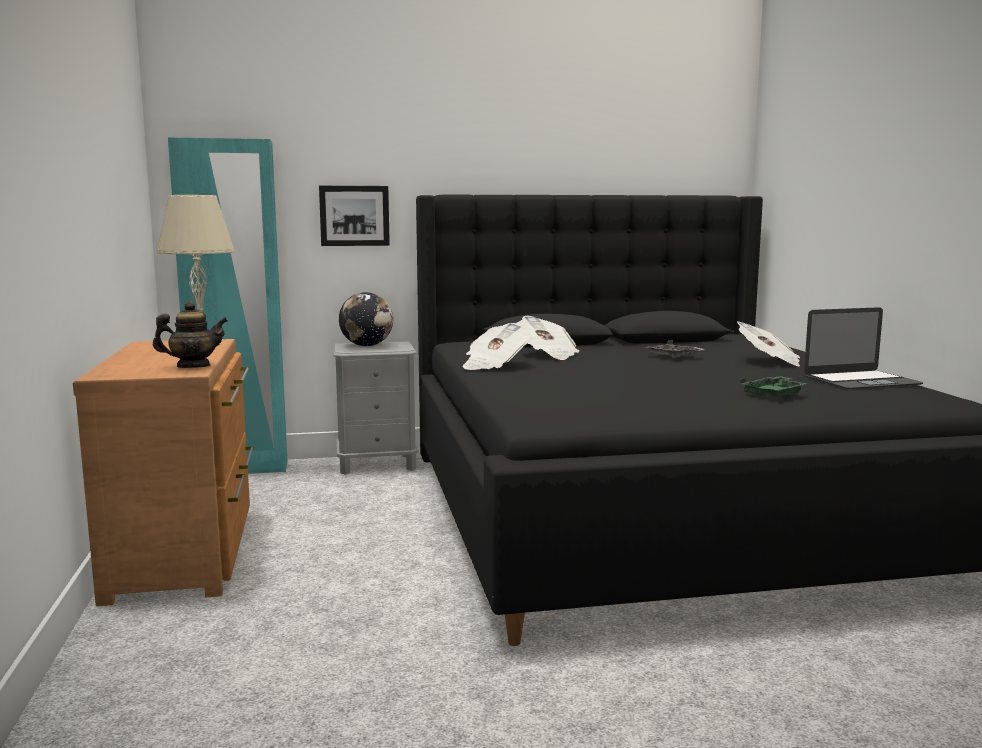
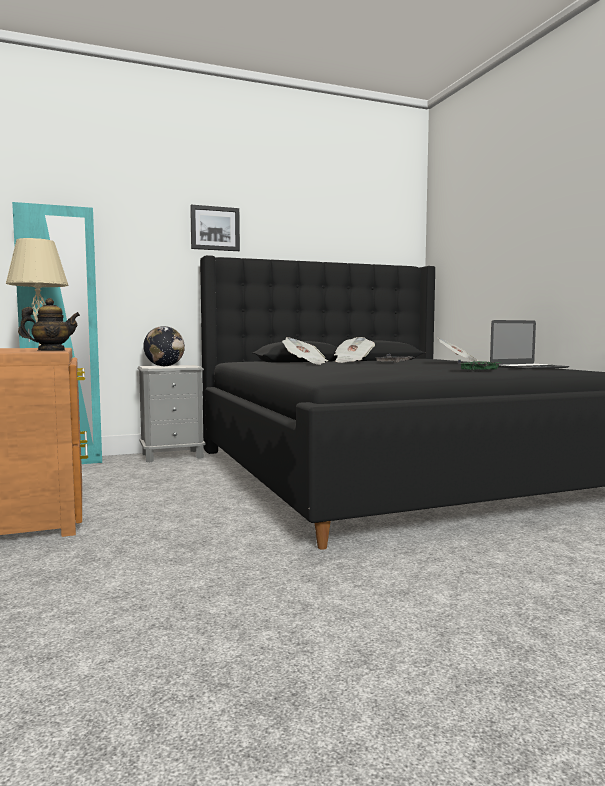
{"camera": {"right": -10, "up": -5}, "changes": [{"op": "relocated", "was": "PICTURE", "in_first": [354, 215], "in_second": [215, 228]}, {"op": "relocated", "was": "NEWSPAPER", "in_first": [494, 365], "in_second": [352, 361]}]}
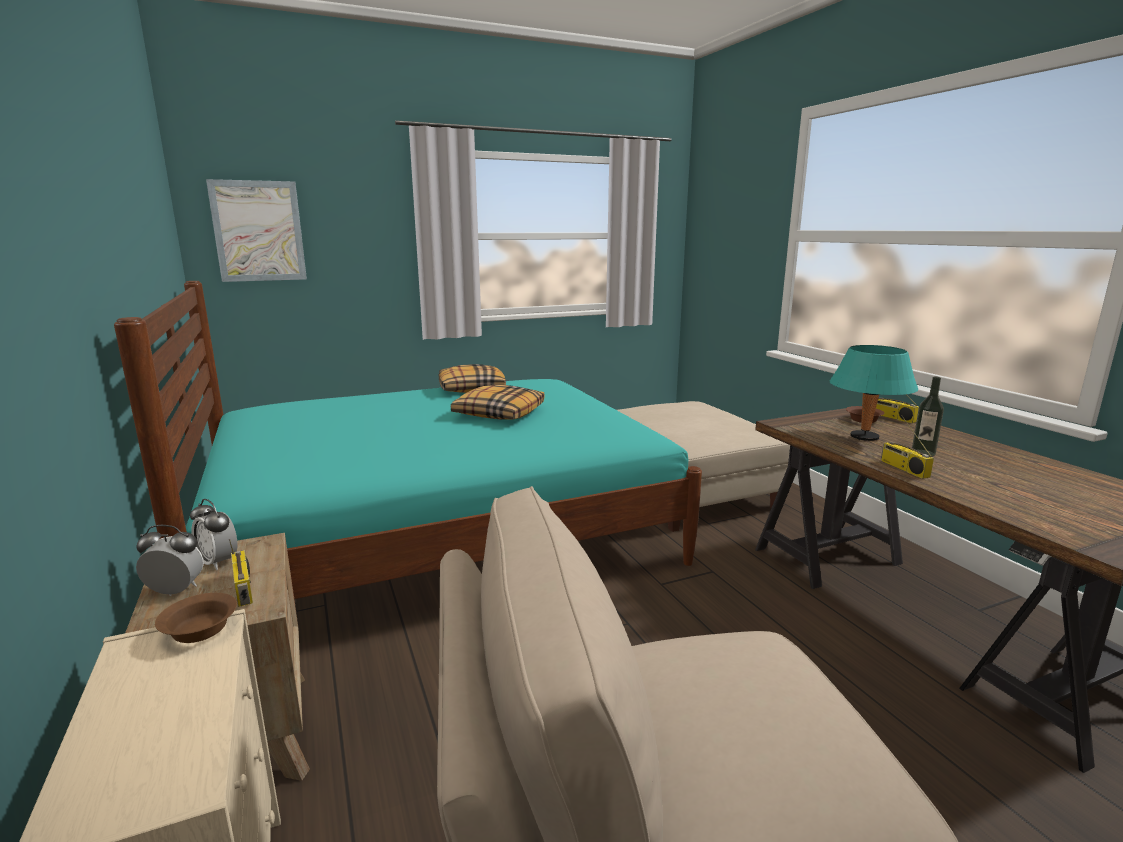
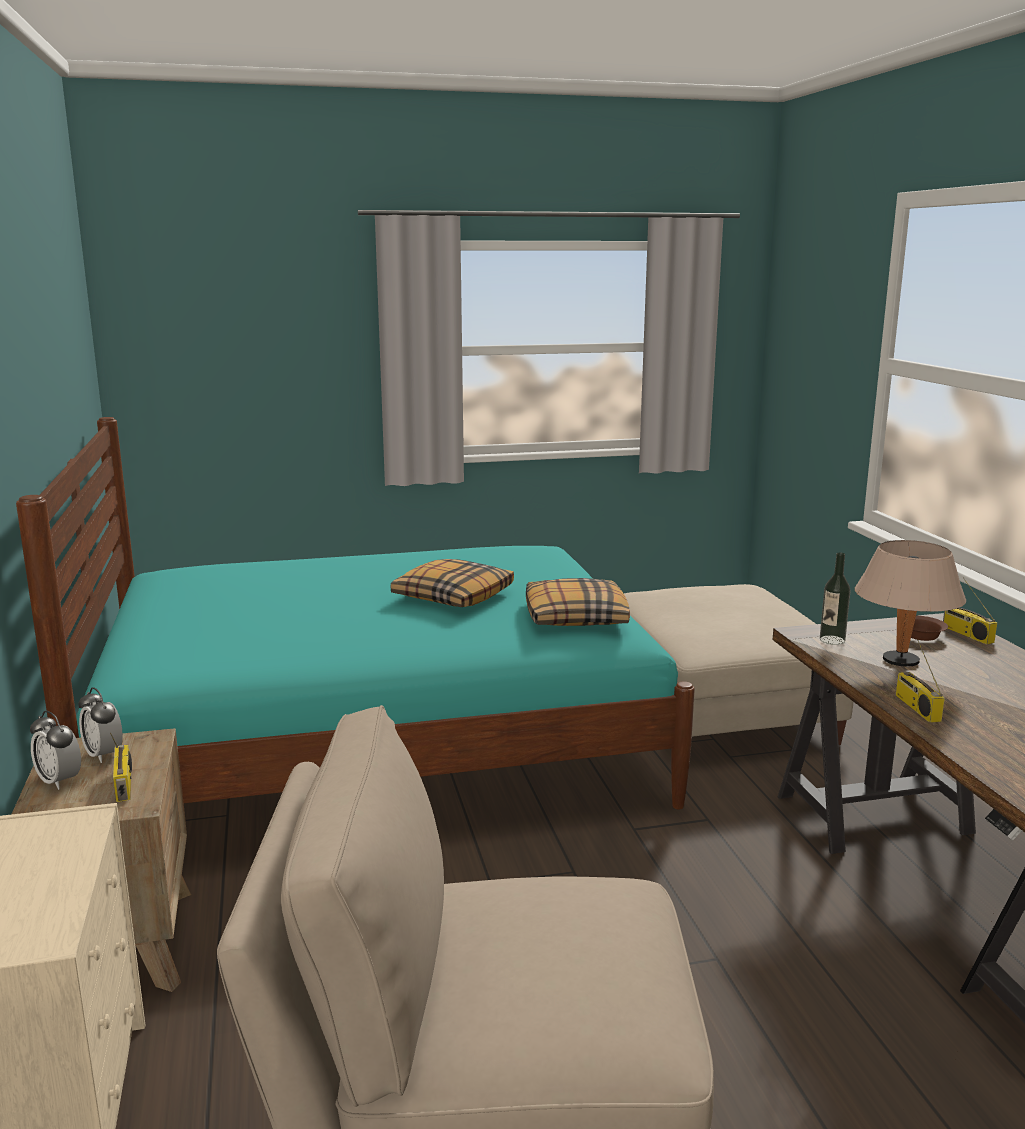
{"camera": {"right": 10, "up": 0}, "changes": [{"op": "spun", "was": "ALARM CLOCK", "in_first": [175, 591], "in_second": [59, 781], "clockwise": -150}, {"op": "relocated", "was": "PILLOW", "in_first": [471, 388], "in_second": [574, 617]}, {"op": "relocated", "was": "BOTTLE", "in_first": [923, 453], "in_second": [832, 640]}, {"op": "colour", "was": "TURQUOISE TABLE LAMP", "now": "BEIGE TABLE LAMP", "in_first": [864, 437], "in_second": [900, 661]}, {"op": "missing", "was": "BROWN BOWL", "in_first": [201, 631]}, {"op": "missing", "was": "PICTURE", "in_first": [258, 231]}]}
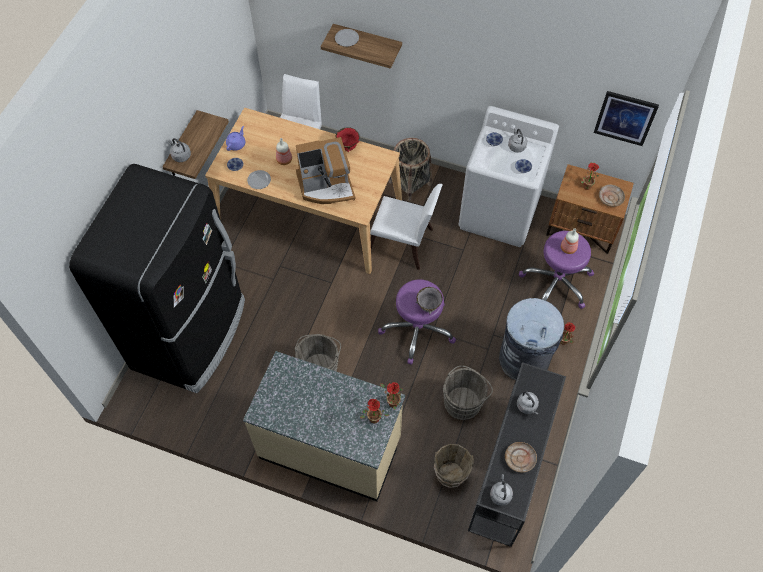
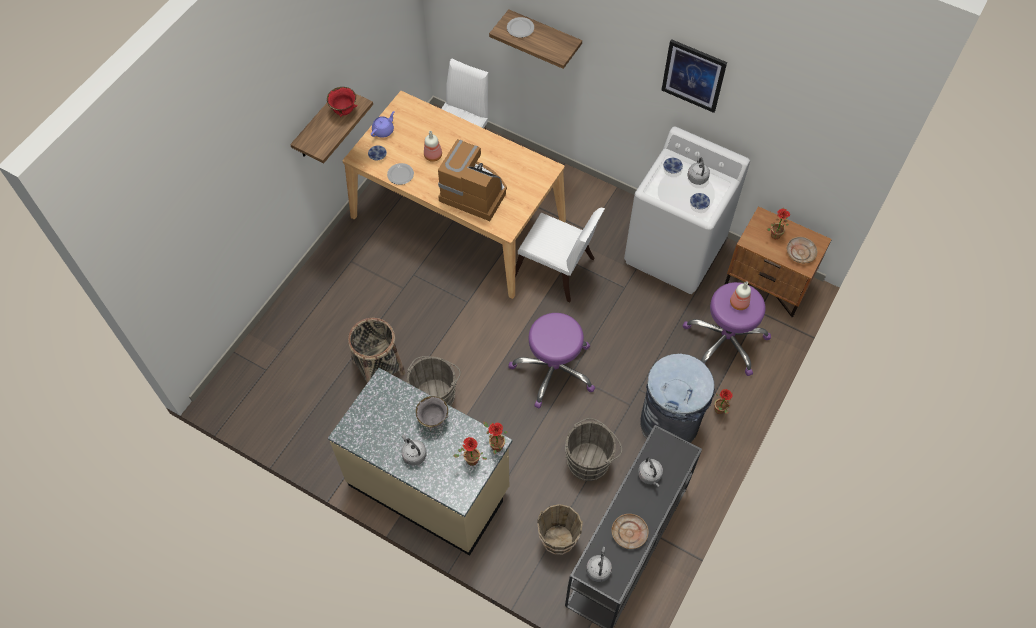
{"camera": {"right": 10, "up": 0}, "changes": [{"op": "relocated", "was": "RED BOWL", "in_first": [347, 147], "in_second": [344, 111]}, {"op": "relocated", "was": "BASKET", "in_first": [410, 183], "in_second": [378, 367]}, {"op": "relocated", "was": "GREY KETTLE", "in_first": [180, 155], "in_second": [413, 454]}, {"op": "relocated", "was": "GREY BOWL", "in_first": [428, 306], "in_second": [433, 420]}, {"op": "spun", "was": "COFFEE MACHINE", "in_first": [326, 186], "in_second": [474, 192], "clockwise": -150}, {"op": "relocated", "was": "PICTURE", "in_first": [625, 118], "in_second": [693, 75]}, {"op": "missing", "was": "BLACK FRIDGE", "in_first": [191, 334]}]}
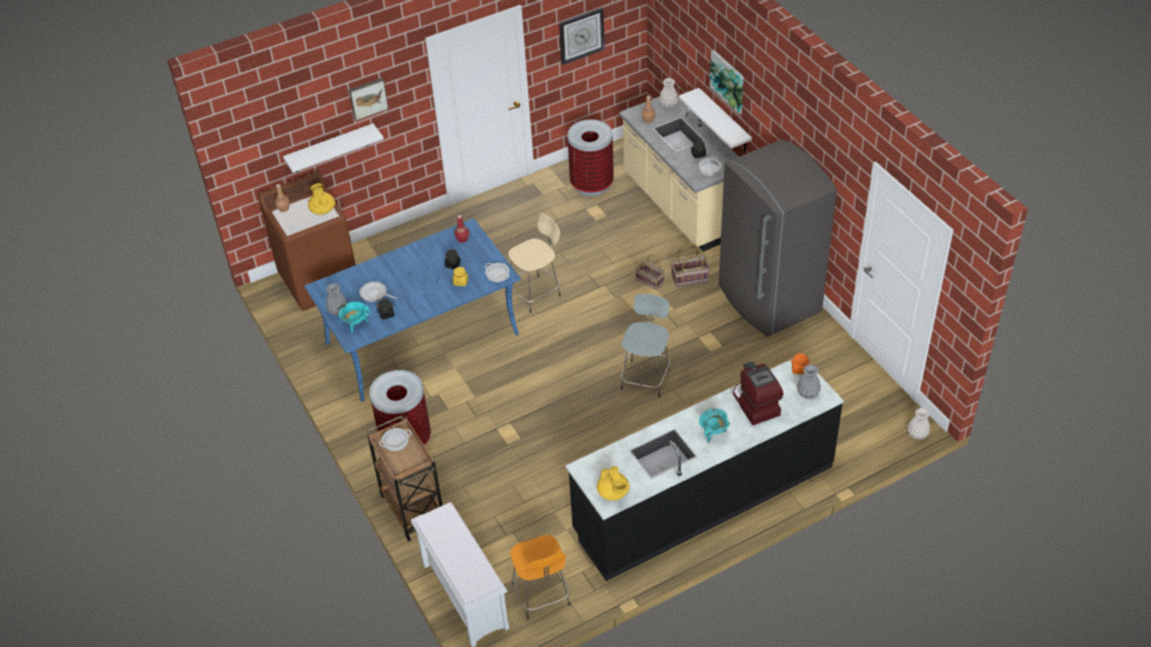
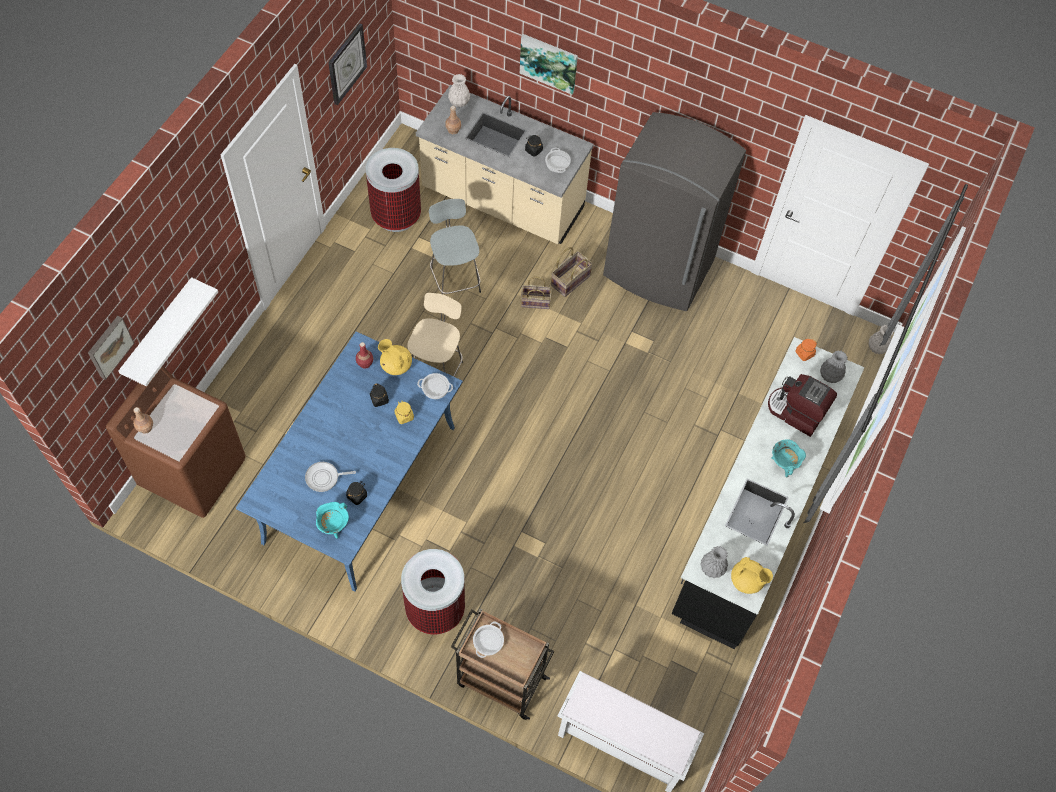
{"camera": {"right": -40, "up": 15}, "changes": [{"op": "relocated", "was": "PICTURE", "in_first": [368, 98], "in_second": [109, 346]}, {"op": "relocated", "was": "YELLOW TEAPOT", "in_first": [322, 210], "in_second": [396, 365]}, {"op": "relocated", "was": "GREY STOOL", "in_first": [646, 377], "in_second": [455, 279]}, {"op": "relocated", "was": "GREY VASE", "in_first": [338, 310], "in_second": [711, 568]}, {"op": "missing", "was": "ORANGE STOOL", "in_first": [542, 596]}, {"op": "missing", "was": "WHITE SHELF", "in_first": [724, 121]}]}
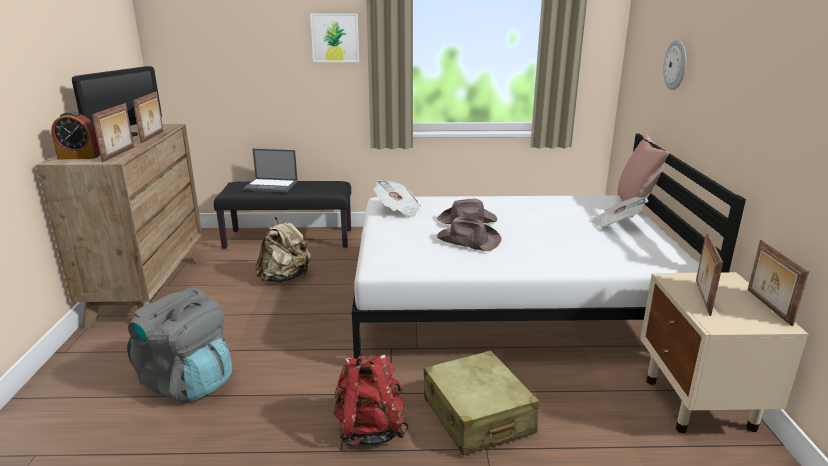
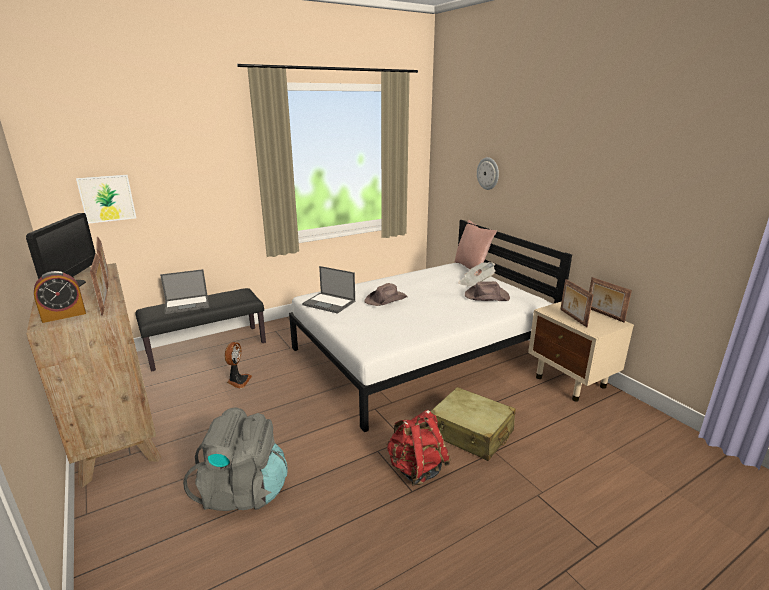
{"camera": {"right": -30, "up": 0}, "changes": [{"op": "relocated", "was": "PICTURE", "in_first": [335, 38], "in_second": [107, 198]}, {"op": "exchanged", "was": "BEIGE BACKPACK", "now": "FAN", "in_first": [285, 278], "in_second": [238, 381]}, {"op": "exchanged", "was": "NEWSPAPER", "now": "LAPTOP", "in_first": [398, 210], "in_second": [329, 303]}, {"op": "relocated", "was": "BROWN HAT", "in_first": [468, 240], "in_second": [486, 296]}]}
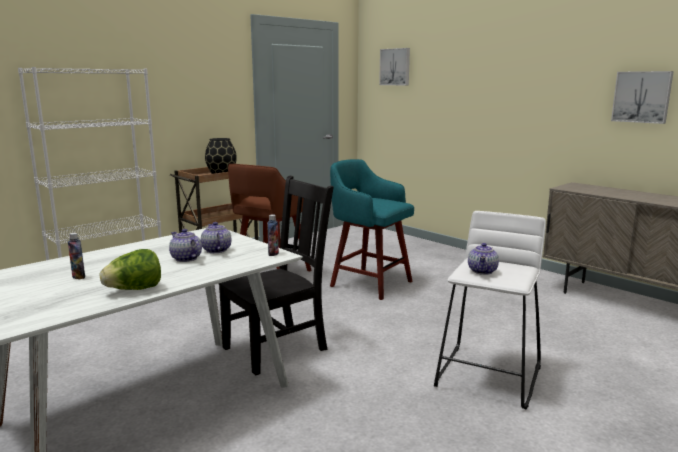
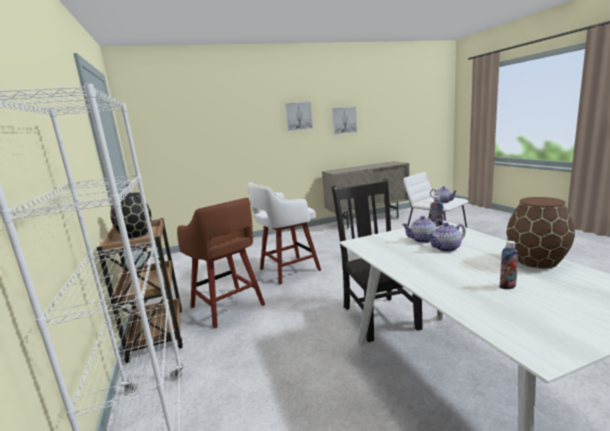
{"camera": {"right": -65, "up": 0}, "changes": [{"op": "colour", "was": "TURQUOISE STOOL", "now": "WHITE STOOL", "in_first": [369, 283], "in_second": [287, 270]}, {"op": "relocated", "was": "PICTURE", "in_first": [395, 67], "in_second": [298, 116]}, {"op": "exchanged", "was": "LETTUCE", "now": "BROWN VASE", "in_first": [135, 289], "in_second": [536, 261]}]}
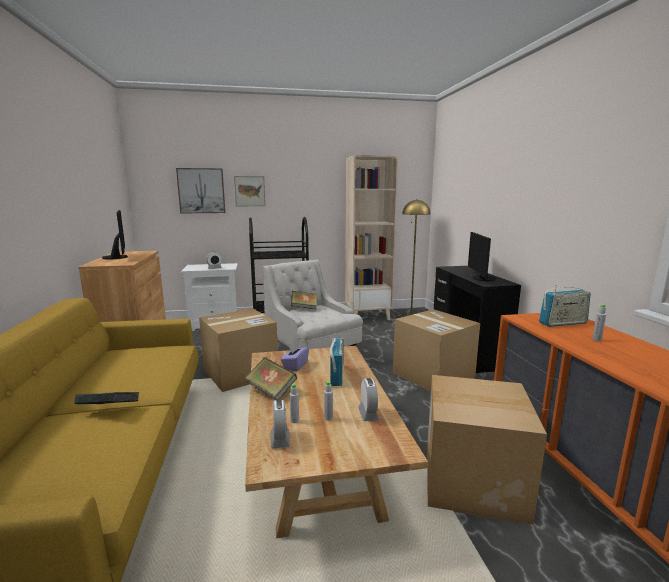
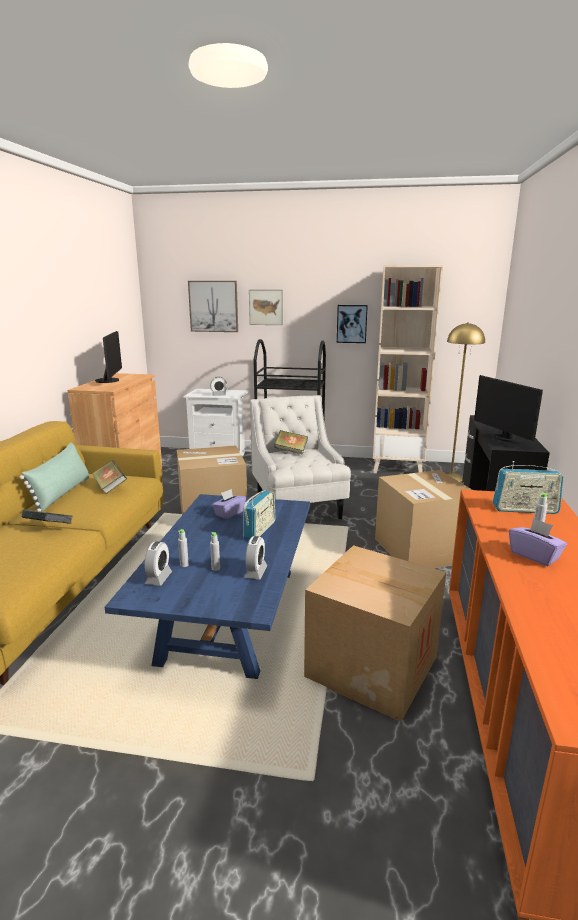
{"camera": {"right": 20, "up": 5}, "changes": [{"op": "appeared", "now": "GREEN PILLOW", "in_second": [62, 493]}, {"op": "relocated", "was": "BOOK", "in_first": [271, 391], "in_second": [110, 487]}, {"op": "colour", "was": "BEIGE COFFEE TABLE", "now": "BLUE COFFEE TABLE", "in_first": [318, 462], "in_second": [229, 613]}, {"op": "appeared", "now": "PICTURE", "in_second": [351, 324]}, {"op": "spun", "was": "MONITOR", "in_first": [481, 278], "in_second": [506, 438], "clockwise": -45}, {"op": "appeared", "now": "PURPLE TISSUE BOX", "in_second": [534, 556]}]}
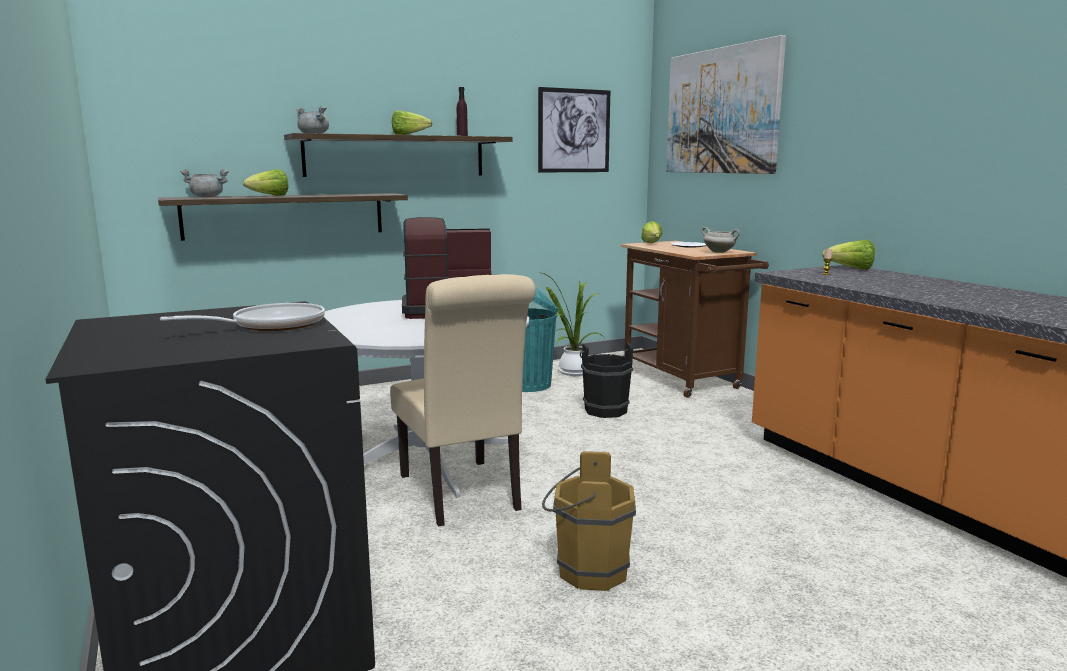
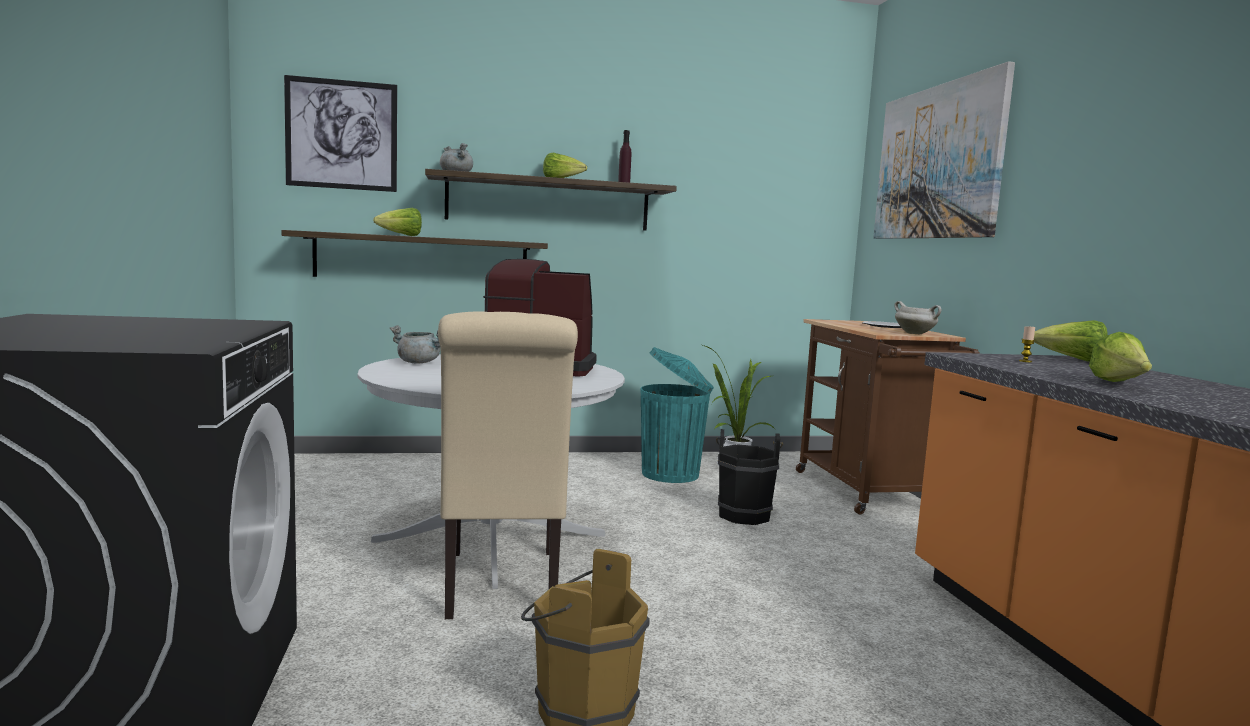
{"camera": {"right": 15, "up": -5}, "changes": [{"op": "relocated", "was": "PICTURE", "in_first": [574, 131], "in_second": [342, 135]}, {"op": "relocated", "was": "GREY COOKING POT", "in_first": [207, 197], "in_second": [419, 362]}, {"op": "relocated", "was": "LETTUCE", "in_first": [652, 244], "in_second": [1120, 384]}, {"op": "missing", "was": "FRYING PAN", "in_first": [271, 325]}]}
